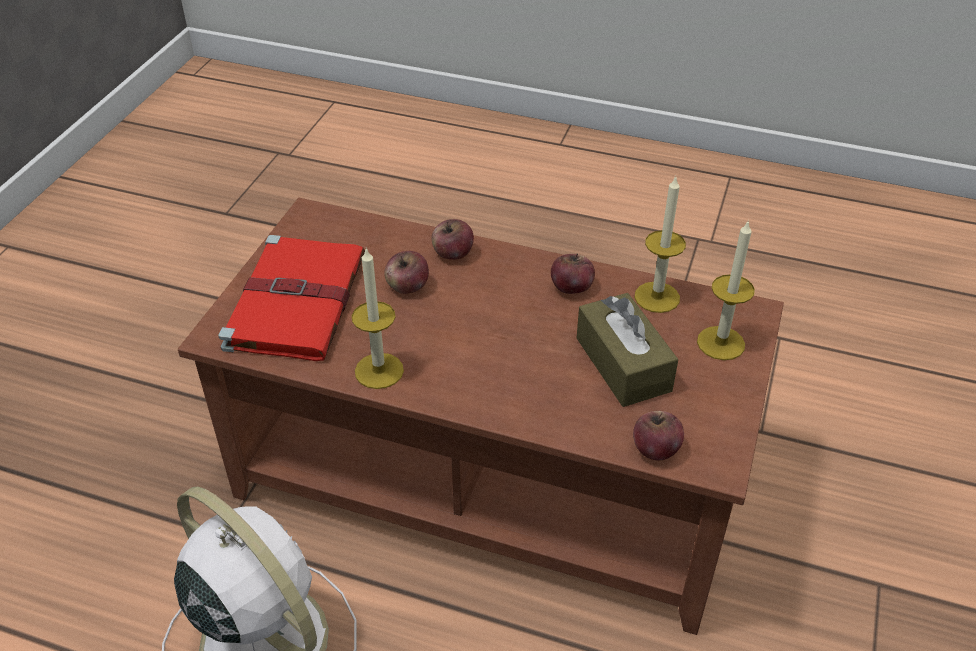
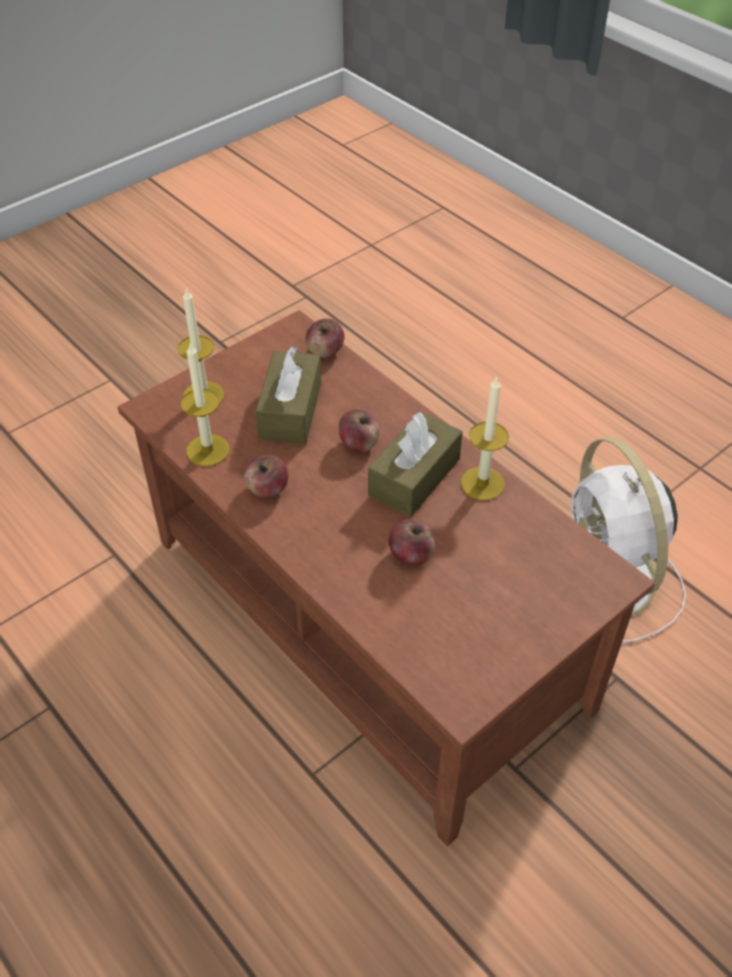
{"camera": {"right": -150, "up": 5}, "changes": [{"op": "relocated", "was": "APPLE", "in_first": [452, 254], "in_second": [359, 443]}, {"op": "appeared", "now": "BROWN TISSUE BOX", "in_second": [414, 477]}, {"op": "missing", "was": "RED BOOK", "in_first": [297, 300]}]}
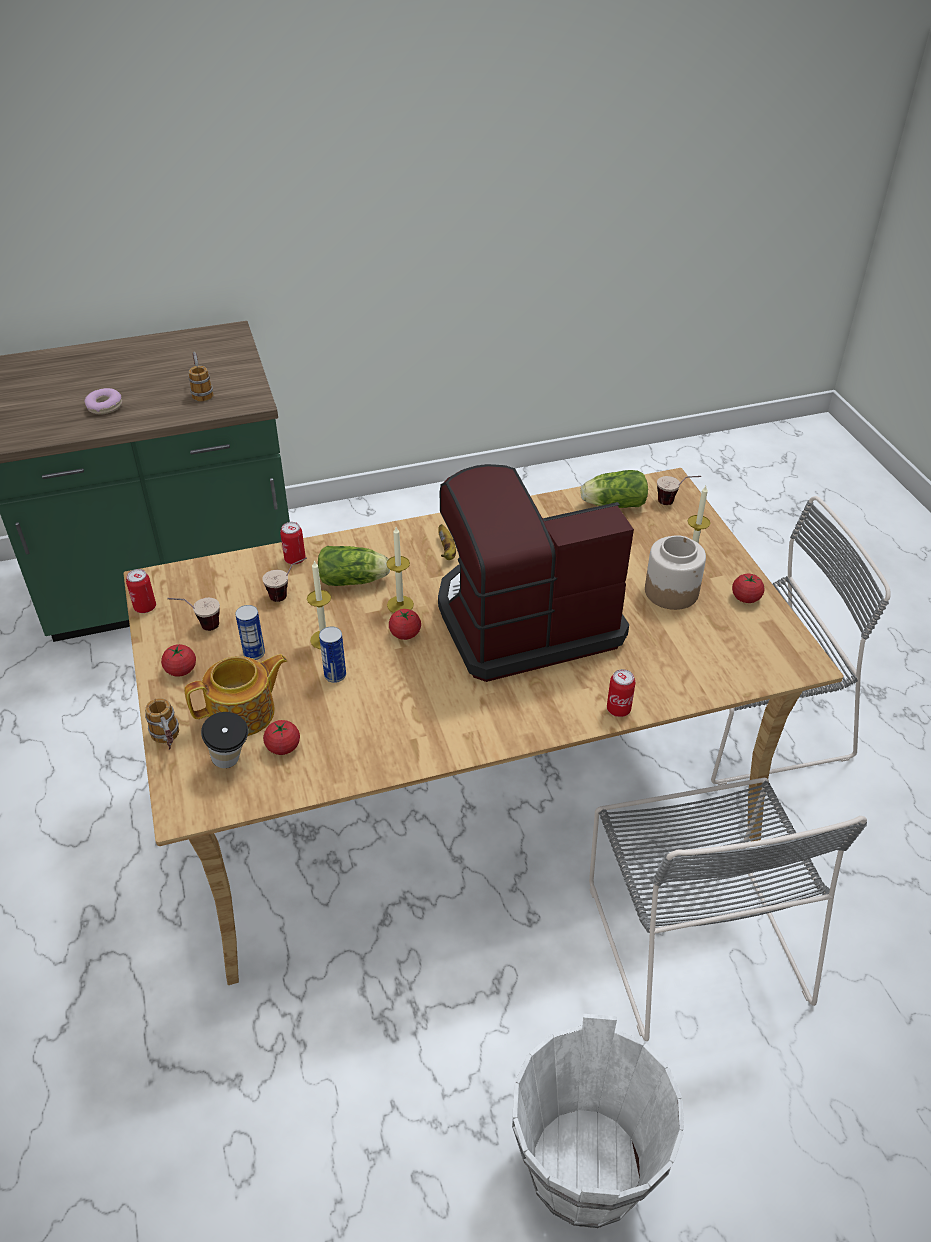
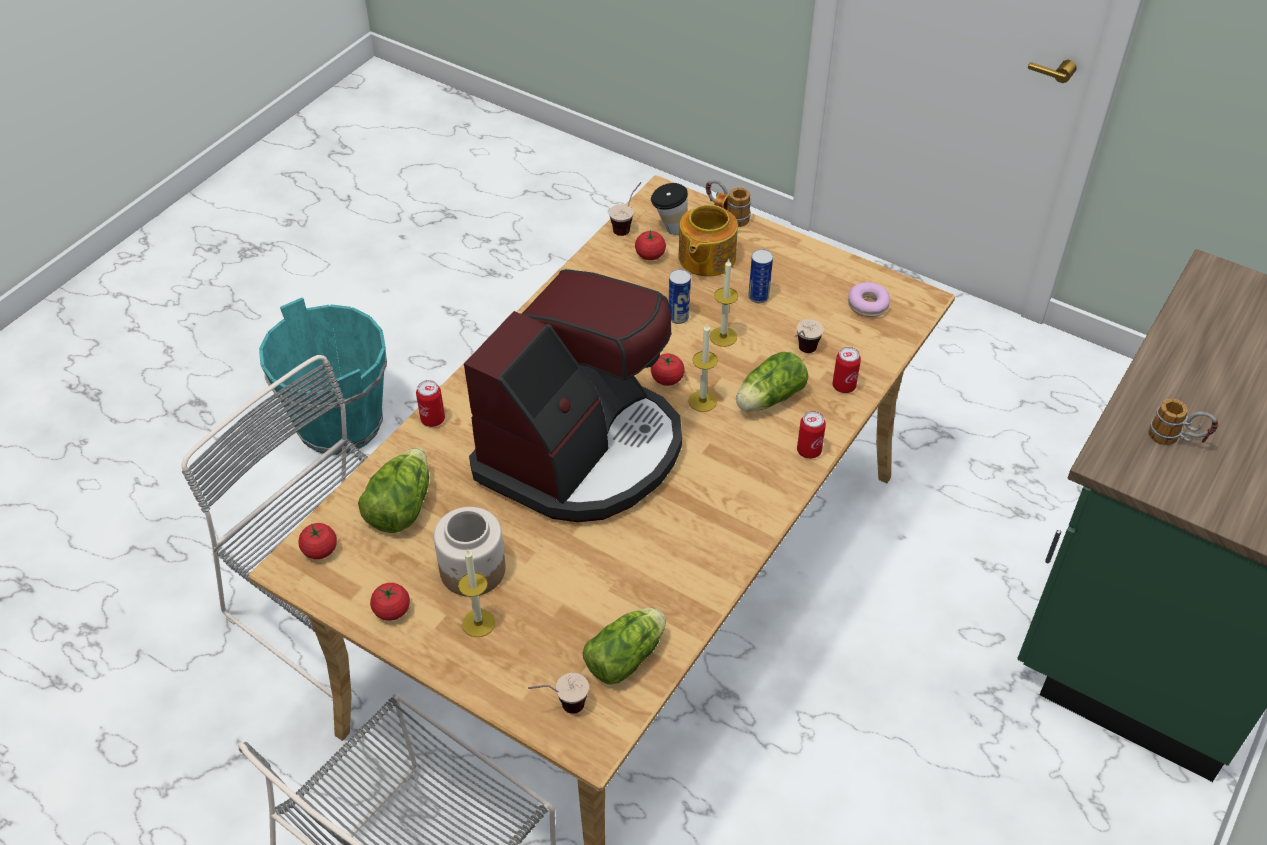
{"camera": {"right": 140, "up": 5}, "changes": [{"op": "colour", "was": "WHITE BUCKET", "now": "TURQUOISE BUCKET", "in_first": [585, 1167], "in_second": [341, 424]}, {"op": "relocated", "was": "TOMATO", "in_first": [181, 670], "in_second": [320, 550]}, {"op": "appeared", "now": "LETTUCE", "in_second": [400, 506]}, {"op": "relocated", "was": "CUP", "in_first": [199, 627], "in_second": [627, 225]}, {"op": "relocated", "was": "CAN", "in_first": [145, 607], "in_second": [809, 451]}, {"op": "relocated", "was": "DONUT", "in_first": [104, 407], "in_second": [868, 305]}, {"op": "missing", "was": "BANANA", "in_first": [447, 551]}]}
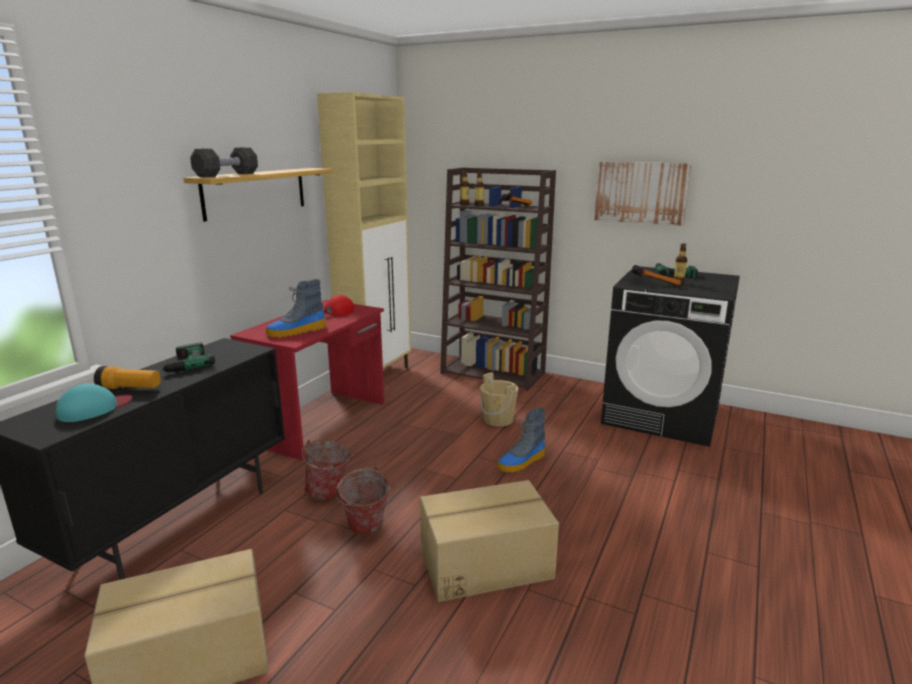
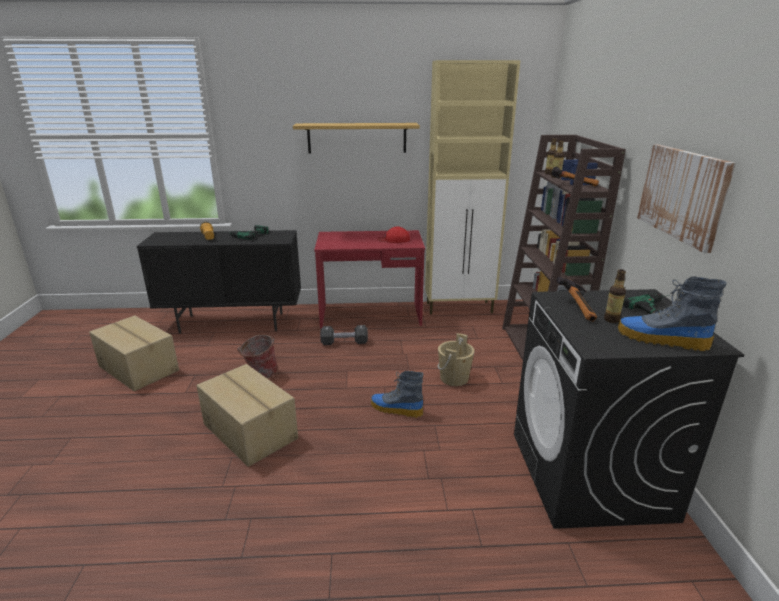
{"camera": {"right": 60, "up": 5}, "changes": [{"op": "relocated", "was": "BLACK DUMBBELL", "in_first": [227, 175], "in_second": [344, 342]}, {"op": "relocated", "was": "BOOT", "in_first": [296, 332], "in_second": [661, 340]}, {"op": "missing", "was": "TURQUOISE CAP", "in_first": [94, 409]}, {"op": "missing", "was": "BUCKET", "in_first": [330, 494]}]}
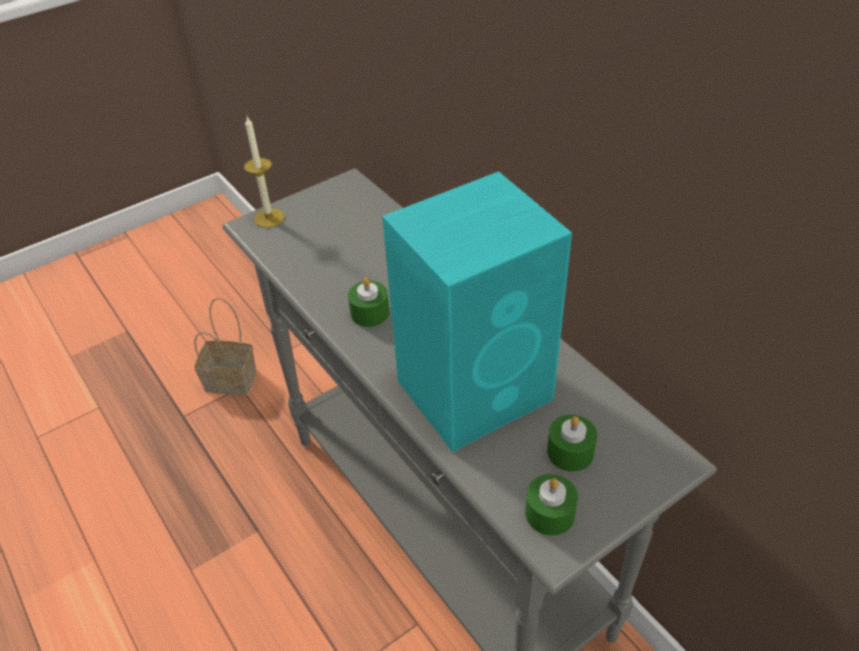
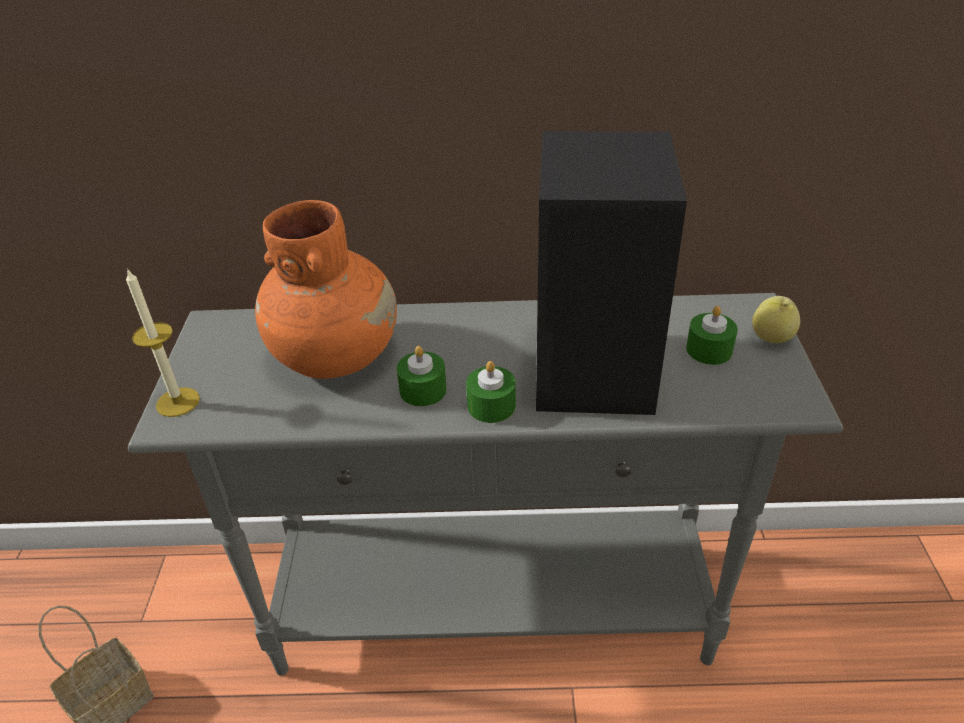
{"camera": {"right": -55, "up": -5}, "changes": [{"op": "appeared", "now": "ORANGE VASE", "in_second": [337, 355]}, {"op": "relocated", "was": "GREEN CANDLE", "in_first": [550, 513], "in_second": [491, 406]}, {"op": "colour", "was": "TURQUOISE SPEAKER", "now": "BLACK SPEAKER", "in_first": [477, 388], "in_second": [593, 367]}, {"op": "appeared", "now": "APPLE", "in_second": [772, 337]}]}
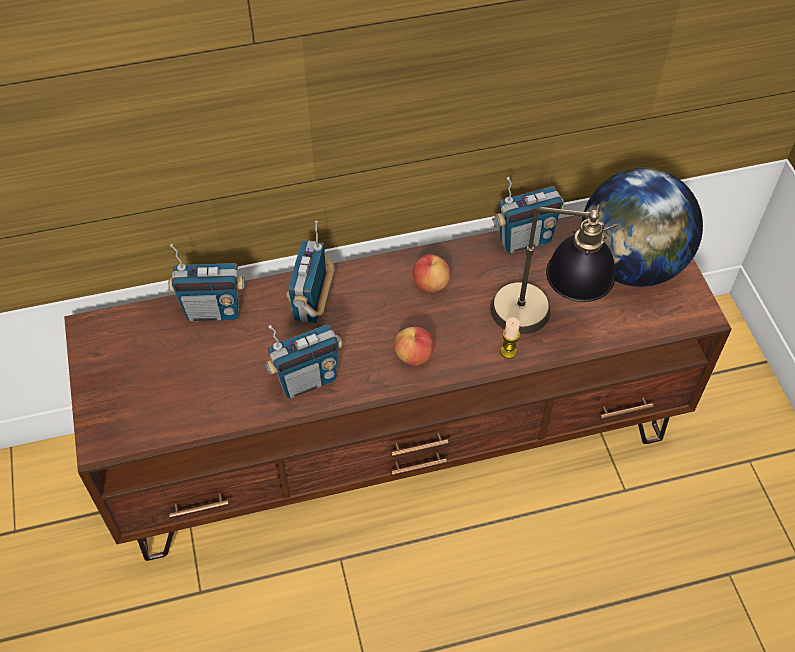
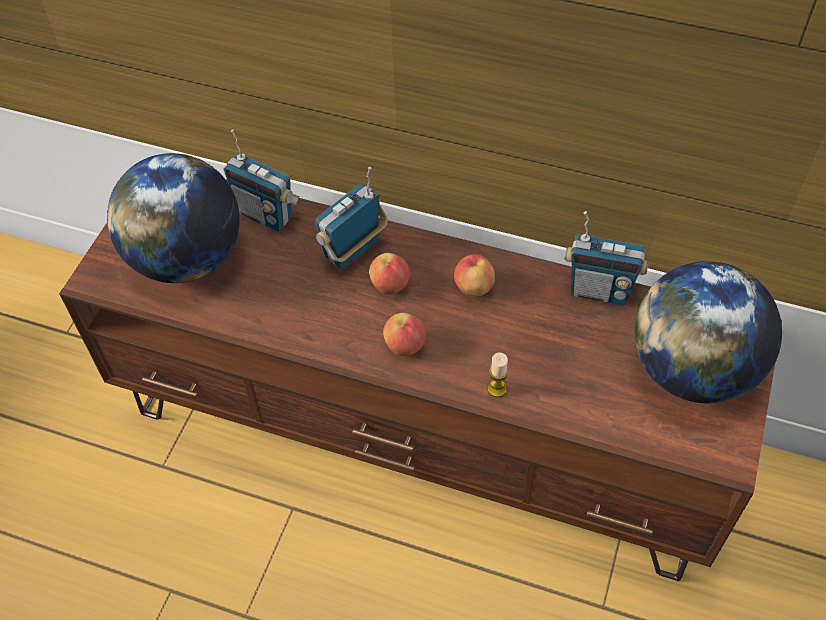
{"camera": {"right": 35, "up": 0}, "changes": [{"op": "appeared", "now": "GLOBE", "in_second": [187, 259]}, {"op": "appeared", "now": "APPLE", "in_second": [390, 285]}, {"op": "missing", "was": "RADIO", "in_first": [307, 380]}, {"op": "missing", "was": "TABLE LAMP", "in_first": [544, 321]}]}
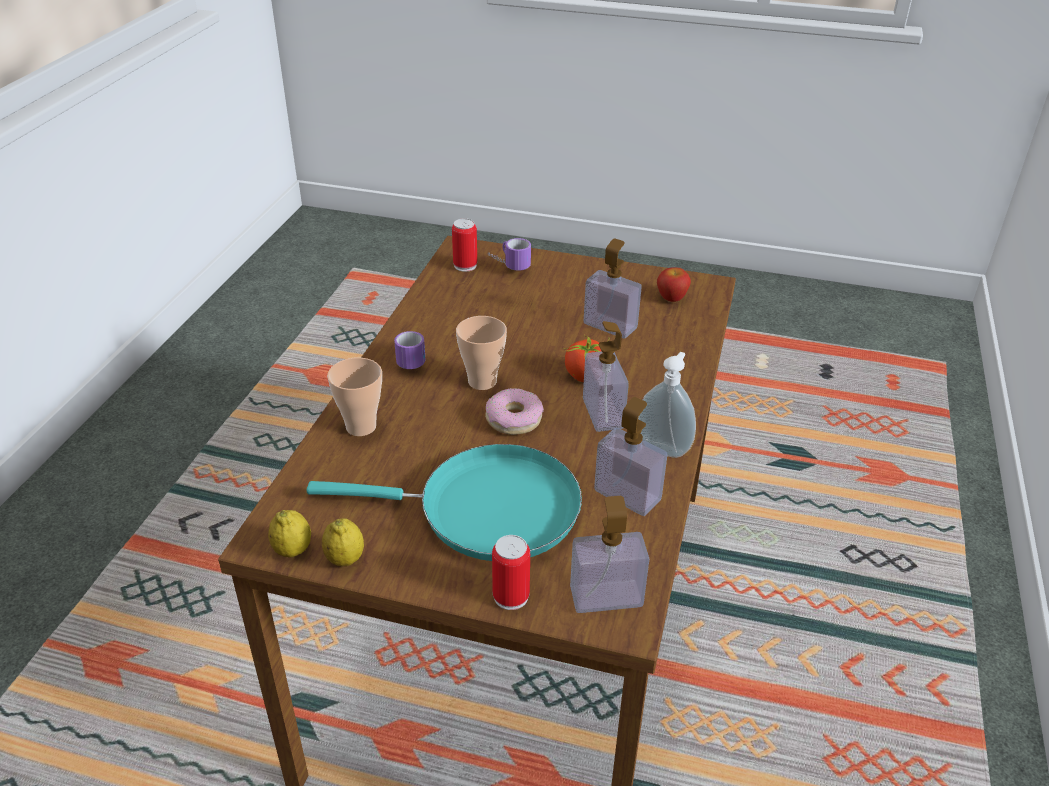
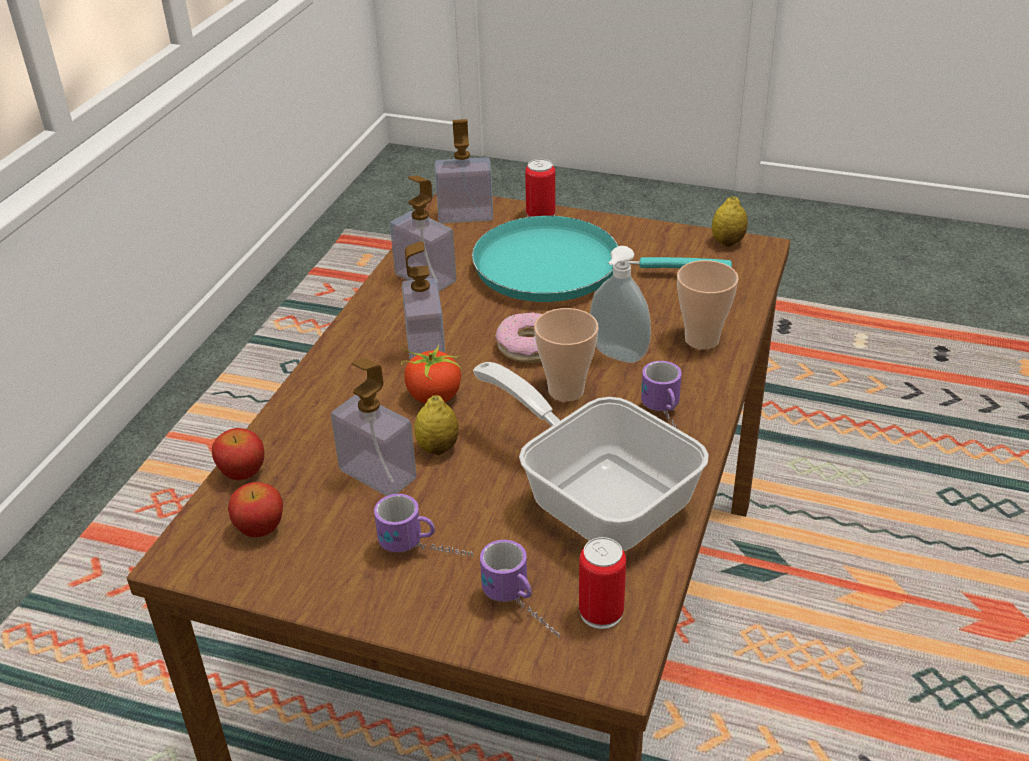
{"camera": {"right": -175, "up": 0}, "changes": [{"op": "appeared", "now": "APPLE", "in_second": [242, 472]}, {"op": "appeared", "now": "MUG", "in_second": [426, 551]}, {"op": "relocated", "was": "LEMON", "in_first": [345, 559], "in_second": [438, 448]}, {"op": "appeared", "now": "FRYING PAN", "in_second": [595, 494]}, {"op": "relocated", "was": "SOAP DISPENSER", "in_first": [664, 447], "in_second": [617, 356]}]}
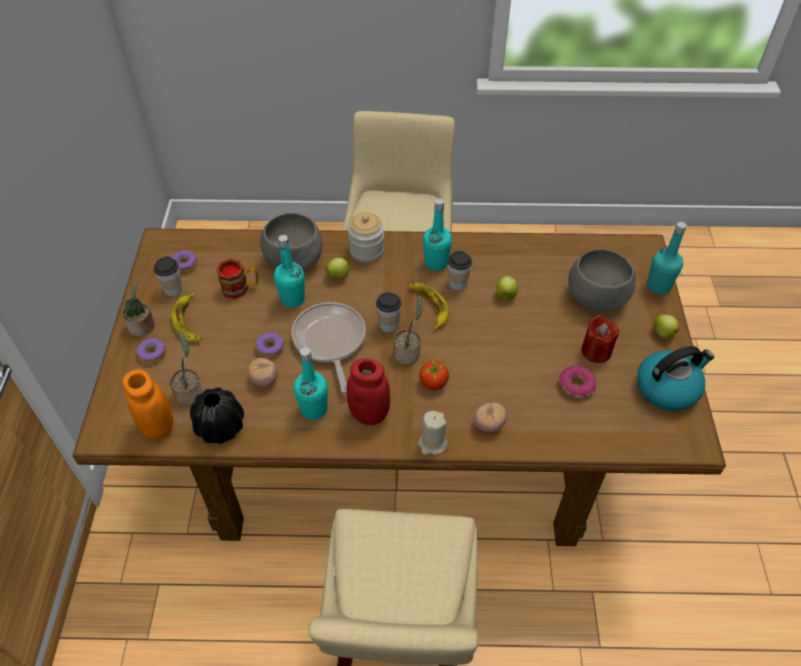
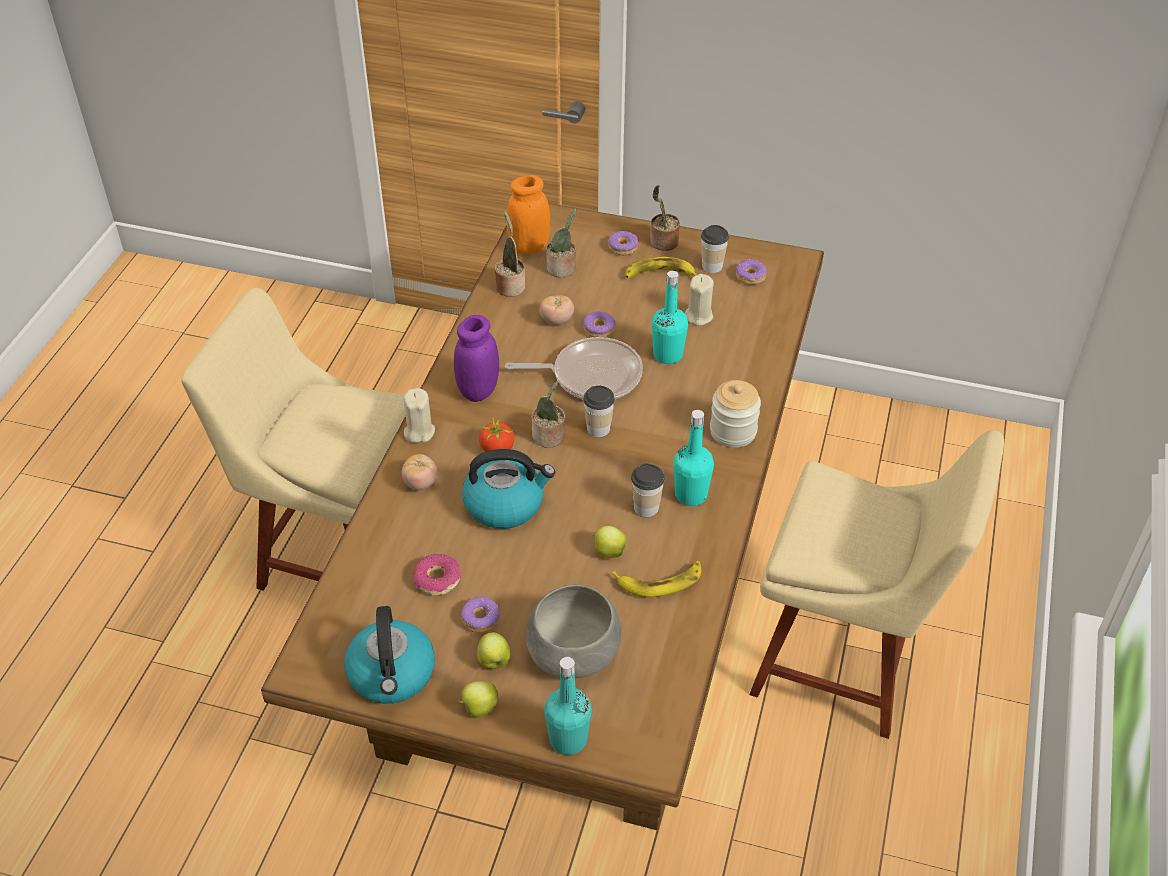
{"camera": {"right": 105, "up": -5}, "changes": [{"op": "colour", "was": "RED JAR", "now": "PURPLE JAR", "in_first": [369, 414], "in_second": [478, 391]}, {"op": "exchanged", "was": "RED CANDLE", "now": "DONUT", "in_first": [596, 351], "in_second": [480, 619]}, {"op": "appeared", "now": "KETTLE", "in_second": [505, 504]}, {"op": "relocated", "was": "APPLE", "in_first": [339, 276], "in_second": [494, 662]}, {"op": "exchanged", "was": "BLACK VASE", "now": "POTTED PLANT", "in_first": [220, 427], "in_second": [510, 285]}, {"op": "relocated", "was": "BANANA", "in_first": [429, 306], "in_second": [660, 581]}, {"op": "exchanged", "was": "MUG", "now": "BEIGE CANDLE", "in_first": [241, 288], "in_second": [698, 316]}, {"op": "missing", "was": "GREY BOWL", "in_first": [293, 259]}, {"op": "missing", "was": "TURQUOISE BOTTLE", "in_first": [314, 409]}]}
